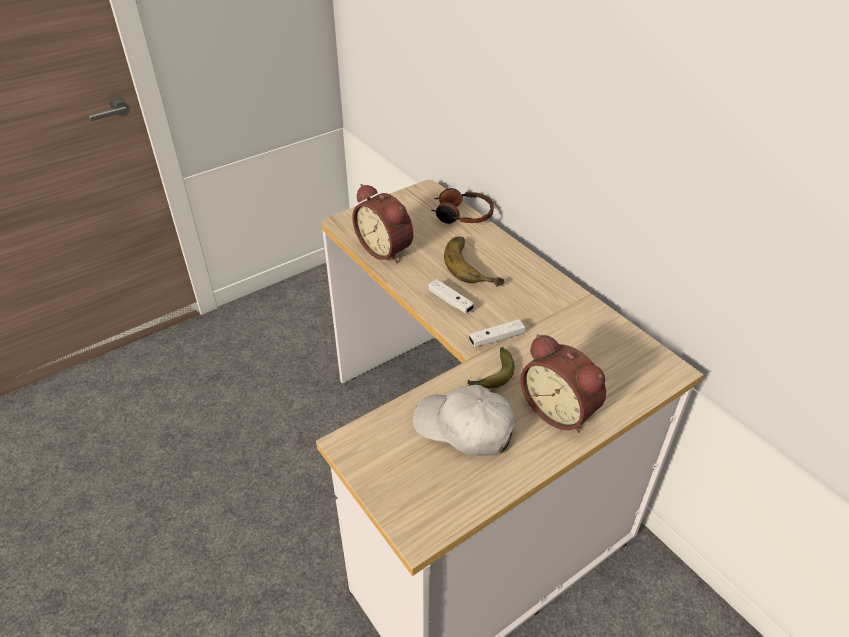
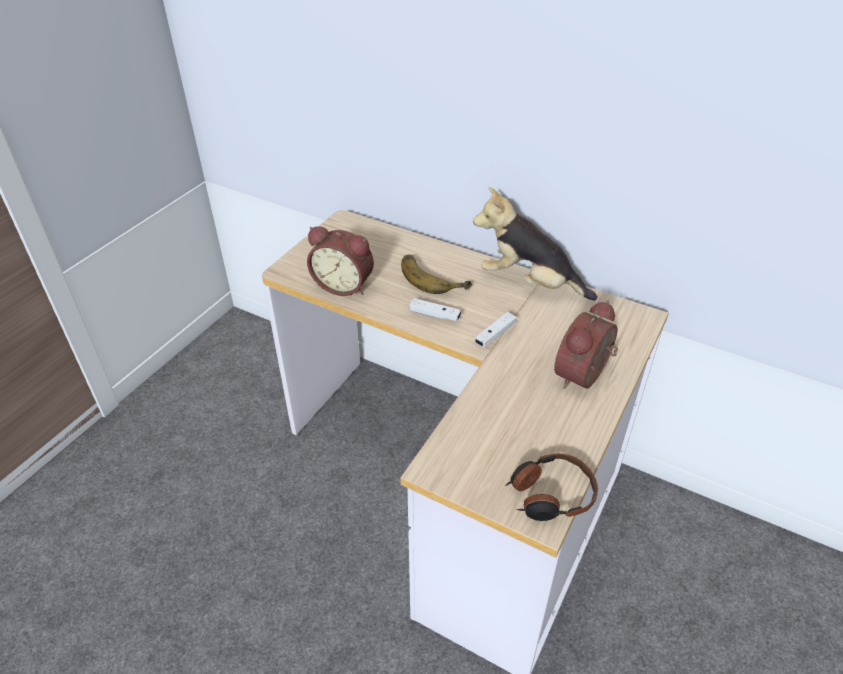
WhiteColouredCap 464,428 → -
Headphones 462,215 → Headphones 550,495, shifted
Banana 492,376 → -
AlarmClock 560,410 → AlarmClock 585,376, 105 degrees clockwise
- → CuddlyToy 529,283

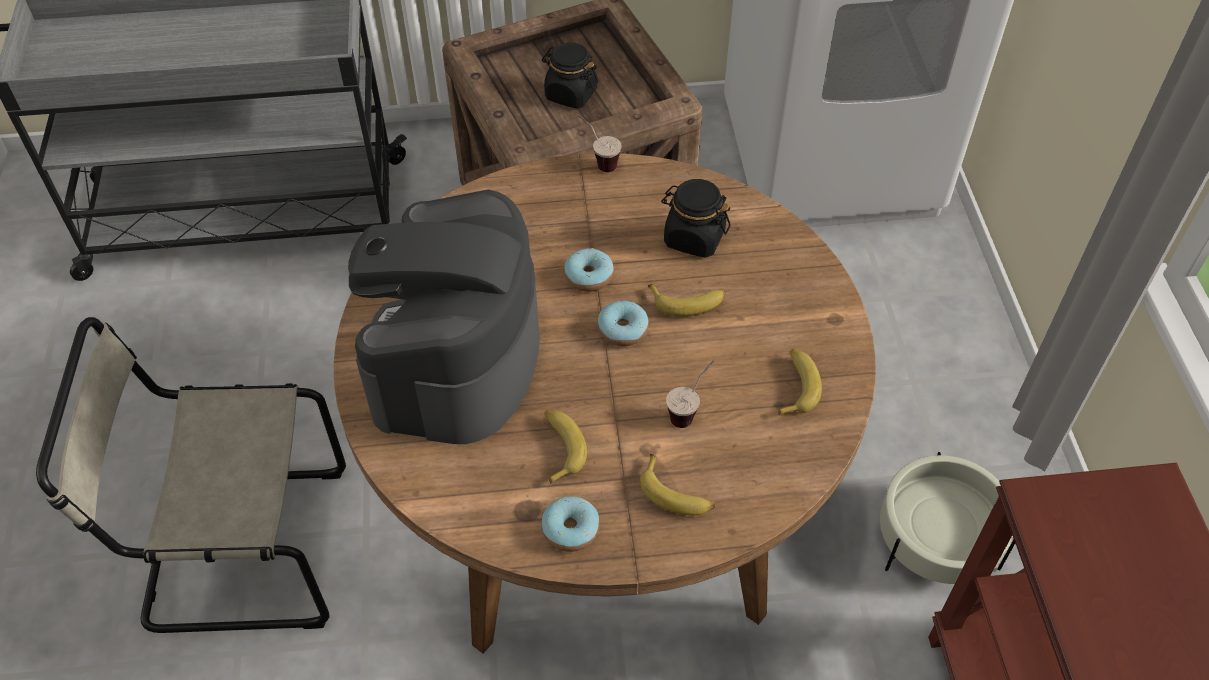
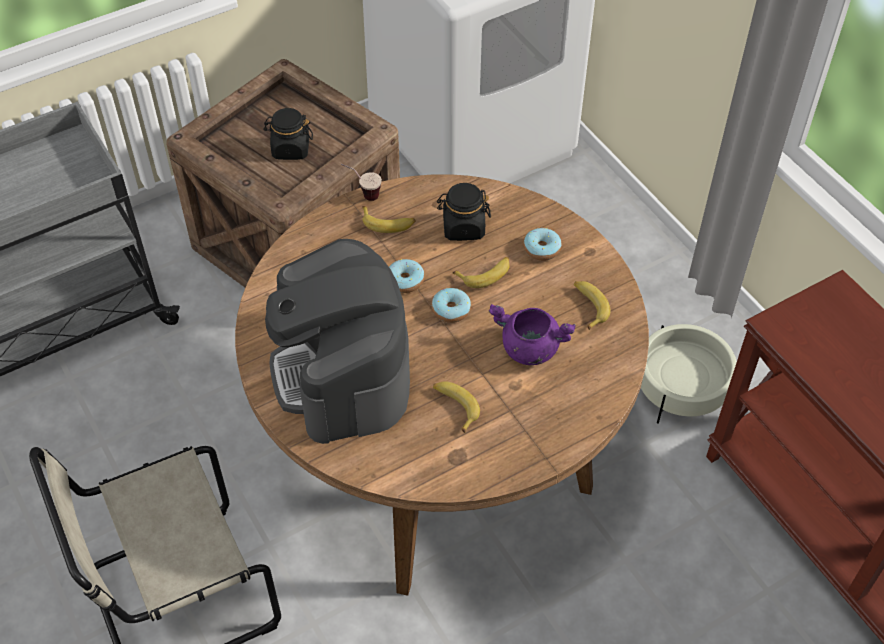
RingDoughnut 570,529 → RingDoughnut 541,249, shifted
Banana 676,493 → Banana 388,223, shifted
Cup 690,411 → PurpleStockpot 528,348

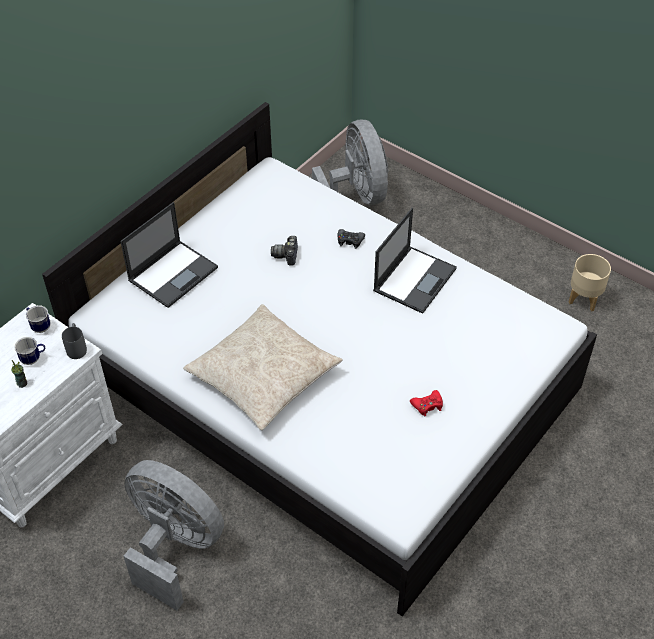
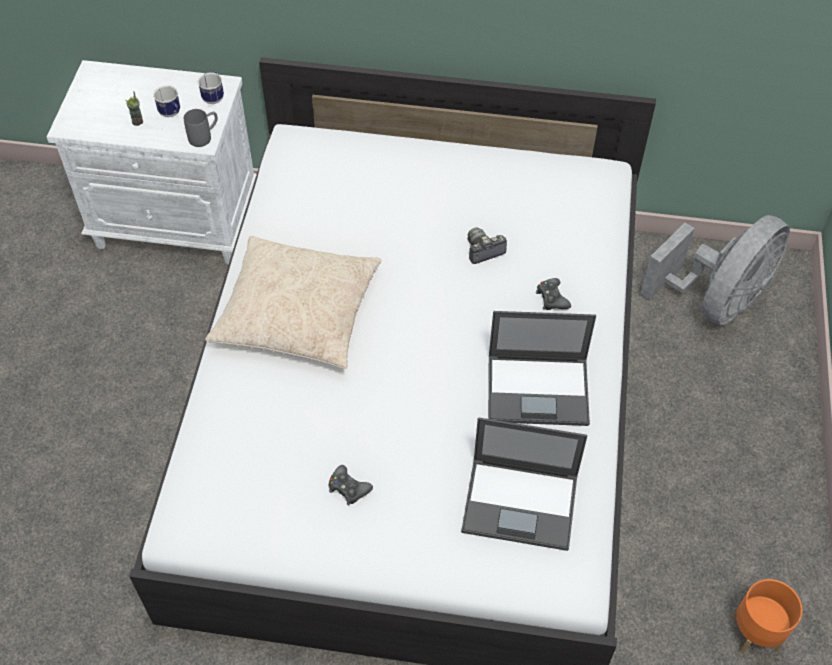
Laptop 173,273 → Laptop 521,503, shifted
GreyishFan 174,545 → -
RedGamepad 427,405 → BlackishGamepad 348,488
BeigePlantPot 584,299 → OrangeColouredPlantPot 755,634

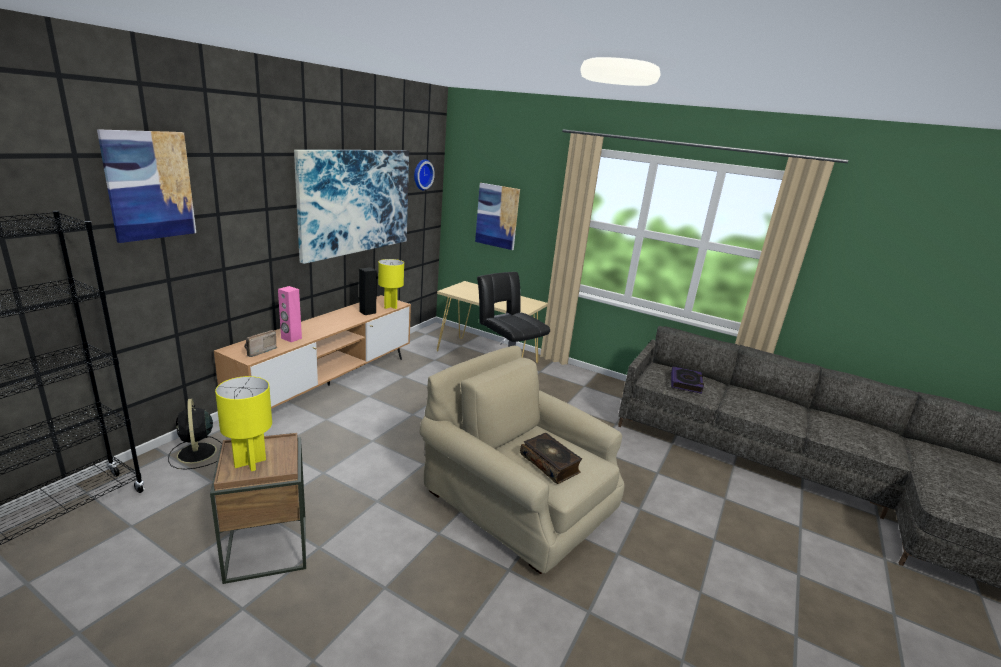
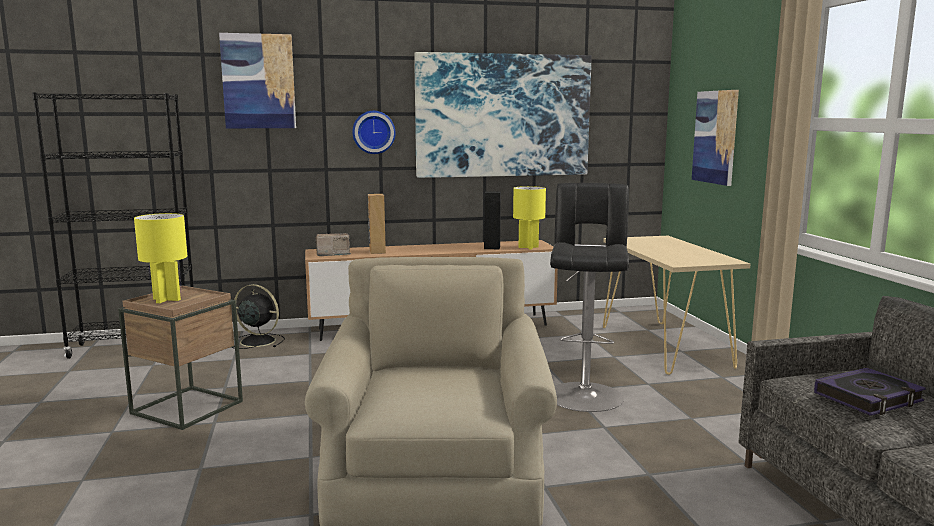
BlackishFan 197,454 → BlackishFan 256,341, 90 degrees clockwise
PinkishSpeaker 291,338 → BrownishSpeaker 377,252
WallClock 421,174 → WallClock 373,132, shifted
BoundBook 550,463 → -

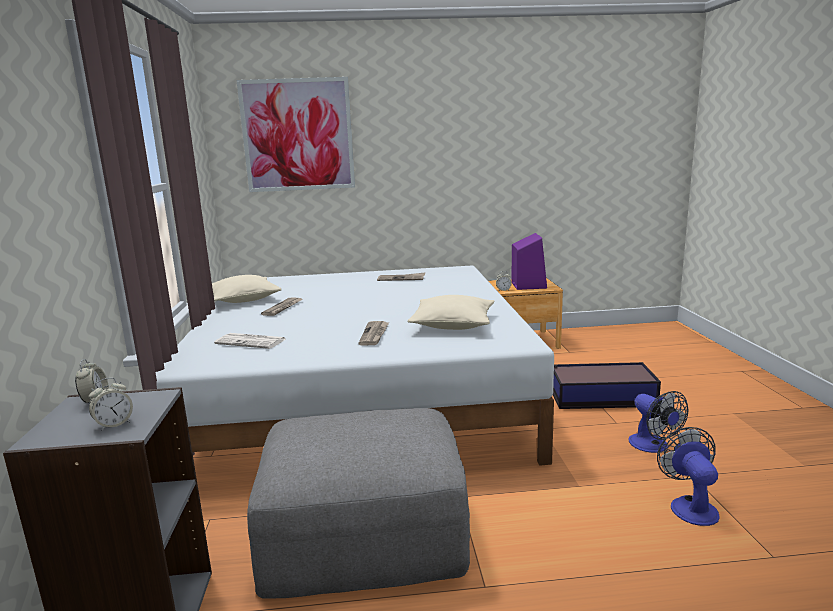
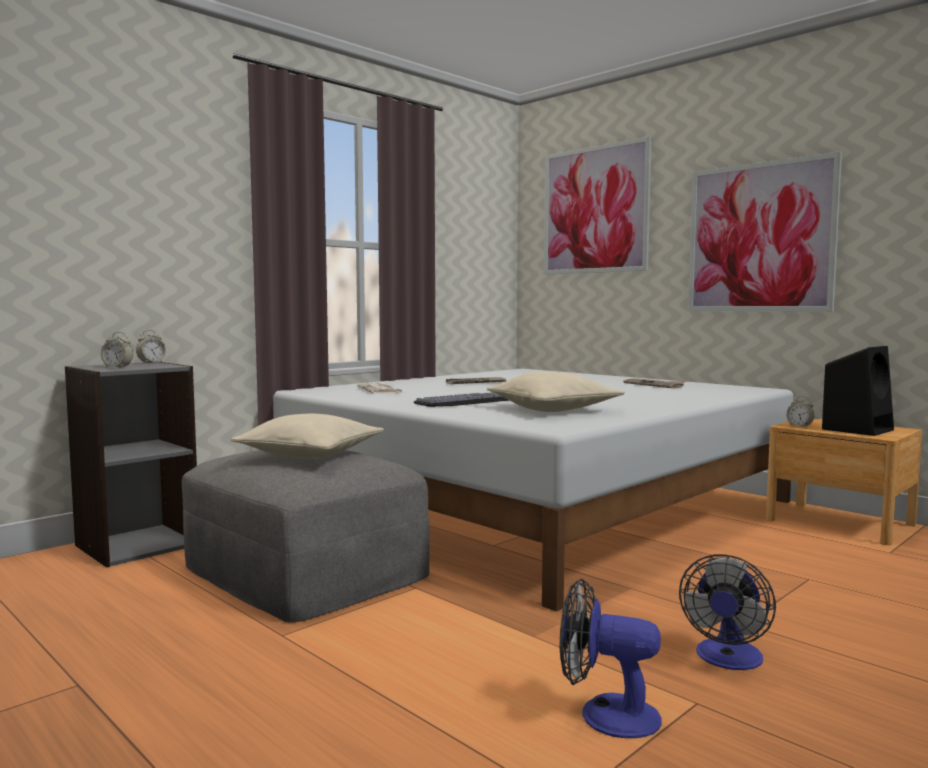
BeigeThrowPillow 243,299 → BeigeThrowPillow 310,454, shifted
PrintedPaper 374,334 → Keyboard 466,402
PurpleSpeaker 528,285 → BlackishSpeaker 857,429
StorageBin 600,396 → -
Fan 690,505 → Fan 605,714, 120 degrees counterclockwise
- → Picture 759,237

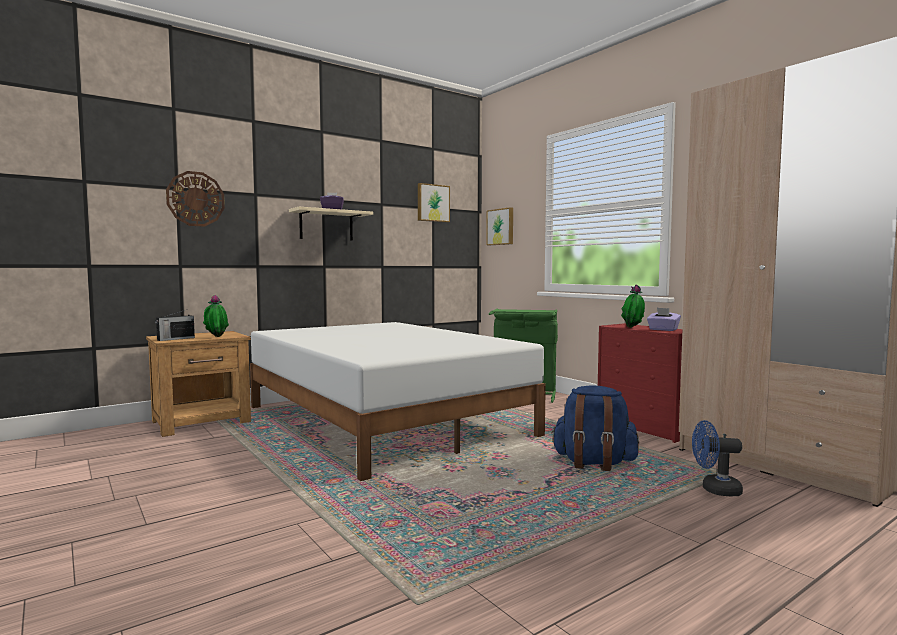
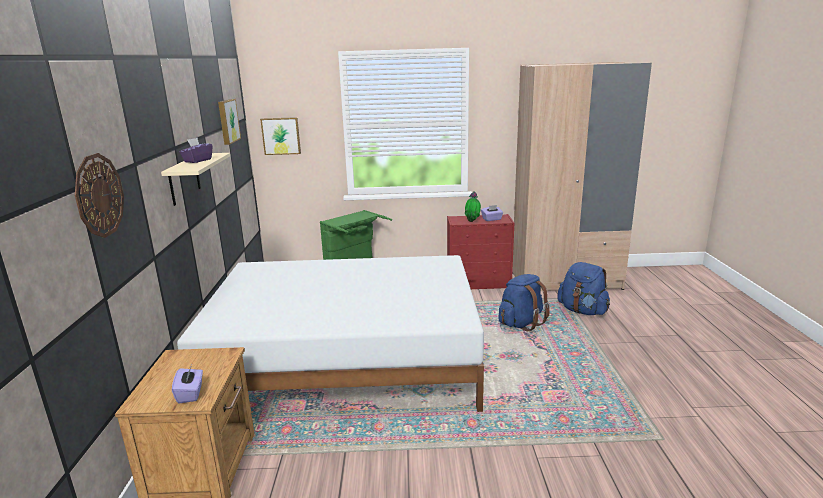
RadioReceiver 175,339 → PurpleTissueHolder 190,394
PottedPlant 216,337 → -
BluishFan 715,490 → BluishBackpack 582,311

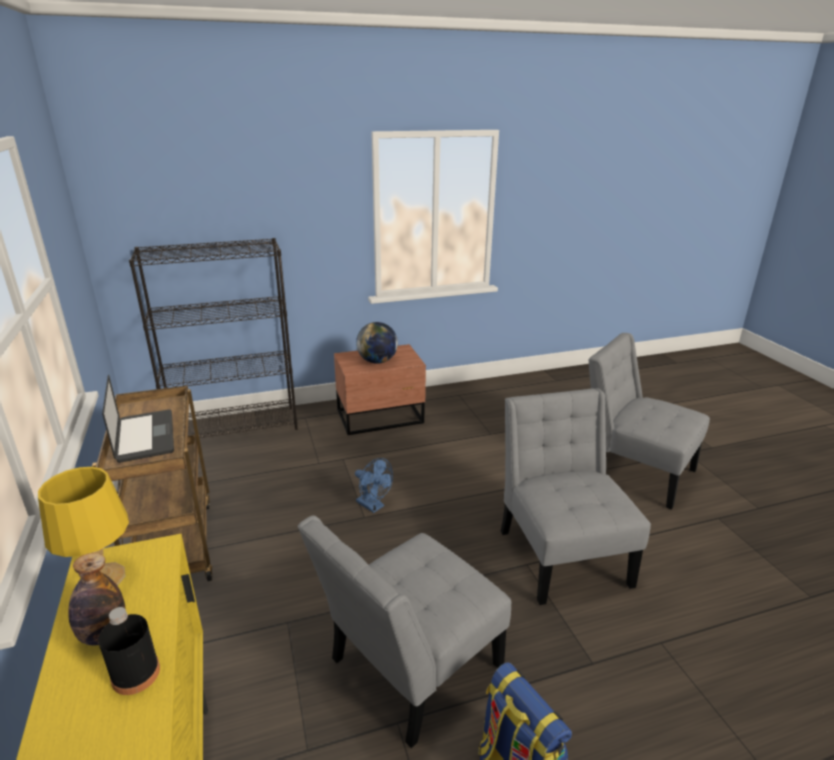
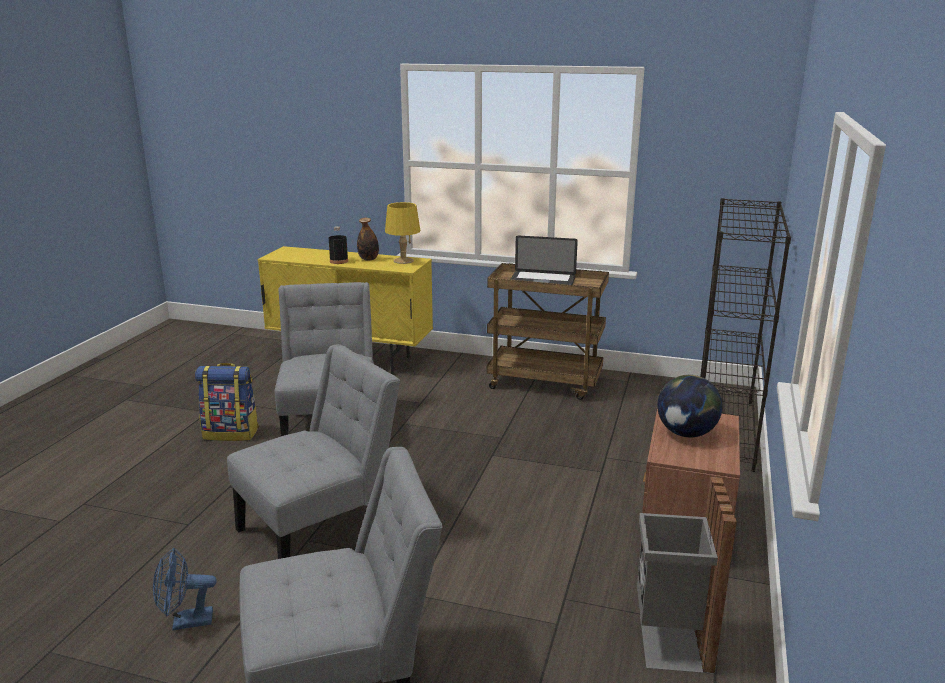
BluishFan 373,506 → BluishFan 185,622, shifted
GreyishPlainChair 561,552 → GreyishPlainChair 320,531, 60 degrees counterclockwise
- → GreyishWasteBin 671,643

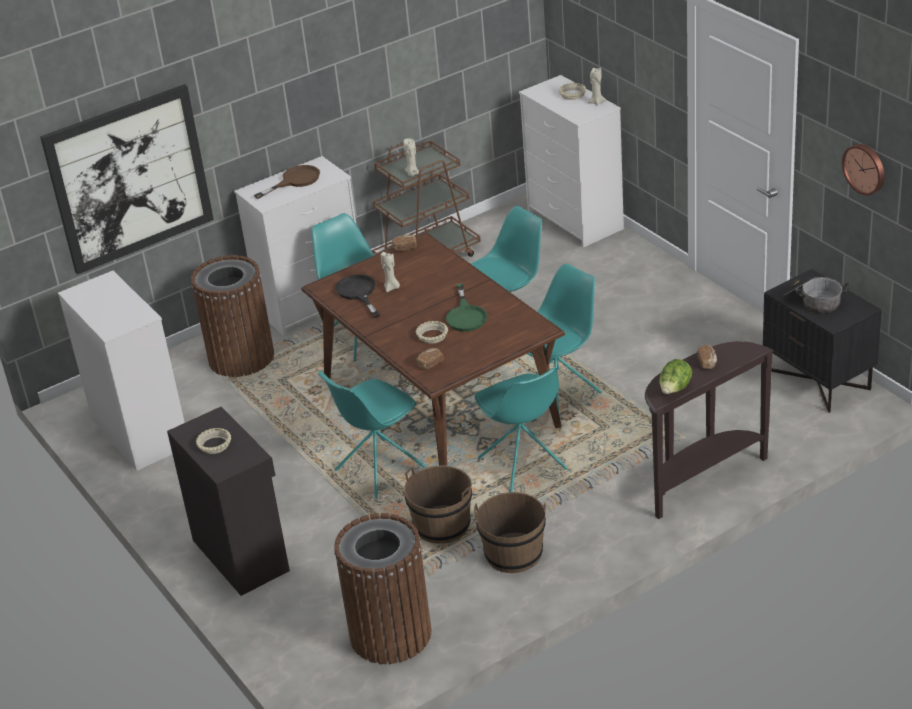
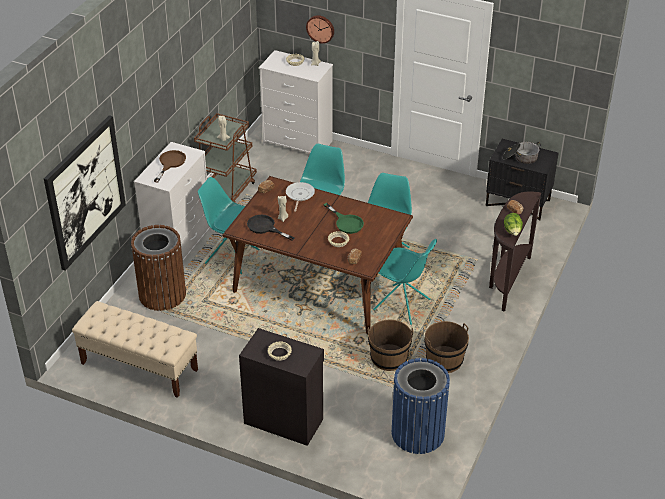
WhiteColouredDrawerChest 139,432 → BeigeLongSeat 139,366
BlueGreenPlainChair 378,470 → -
BrownishWasteBin 390,634 → BluishWasteBin 418,433
WallClock 865,168 → WallClock 320,28, shifted
- → Skillet 299,195

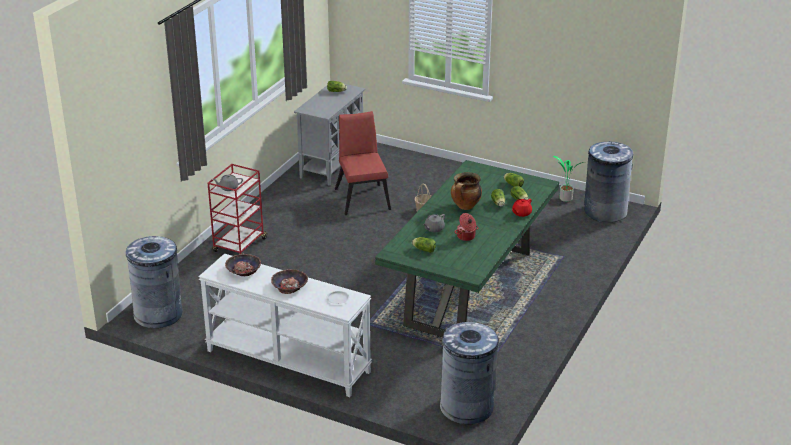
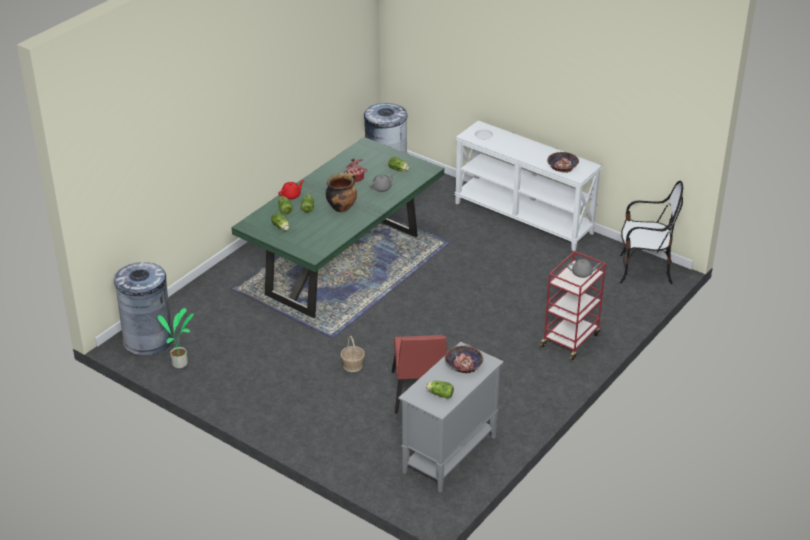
GreyishWasteBin 158,314 → PlainChair 644,271
Bowl 289,286 → Bowl 464,364, shifted

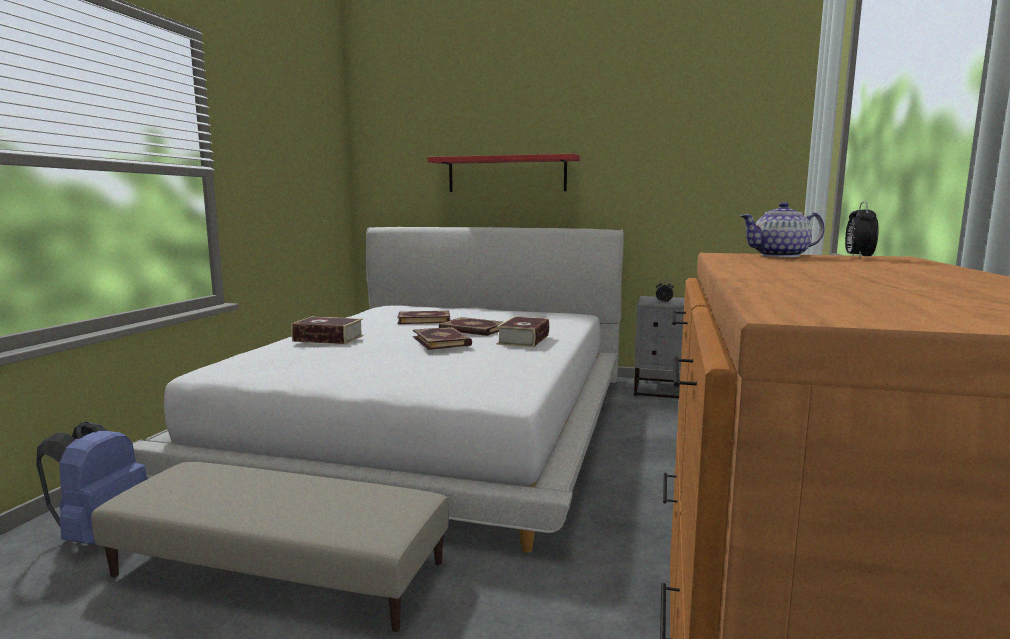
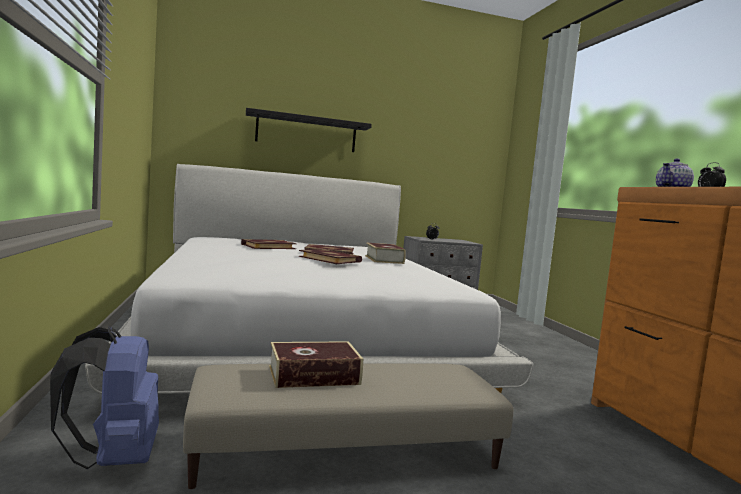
BoundBook 328,338 → BoundBook 314,375, shifted
RedWallShelf 506,174 → BlackishWallShelf 306,133

